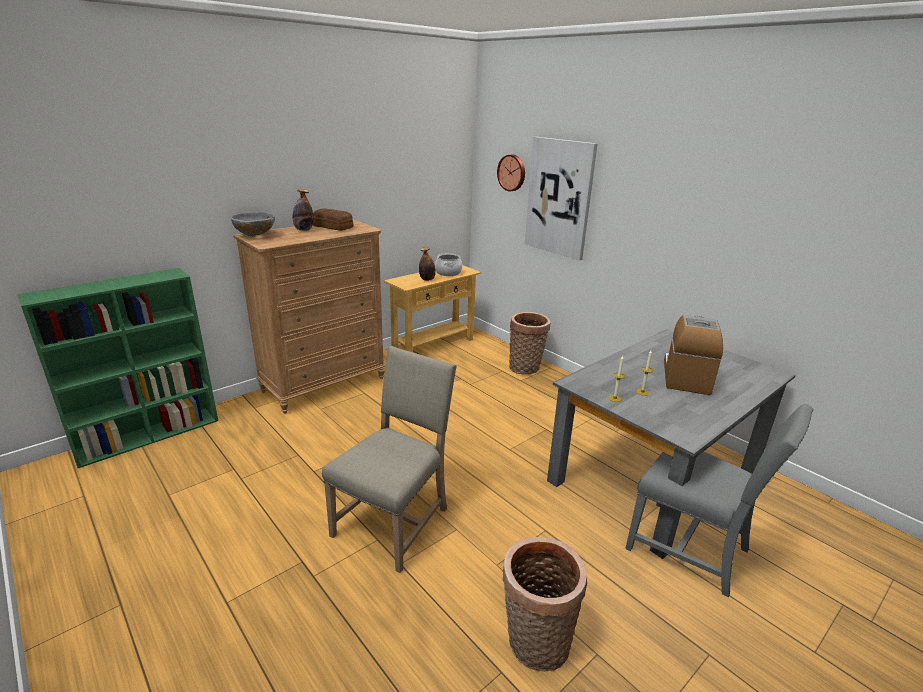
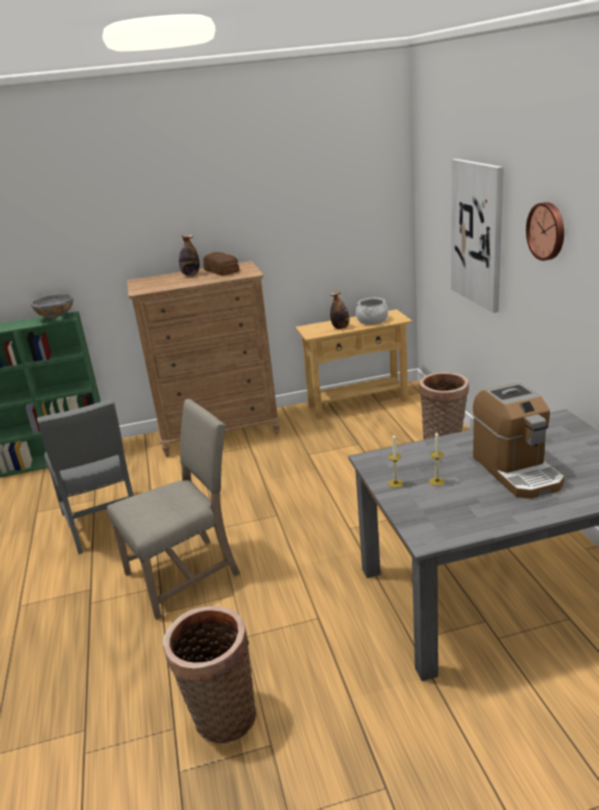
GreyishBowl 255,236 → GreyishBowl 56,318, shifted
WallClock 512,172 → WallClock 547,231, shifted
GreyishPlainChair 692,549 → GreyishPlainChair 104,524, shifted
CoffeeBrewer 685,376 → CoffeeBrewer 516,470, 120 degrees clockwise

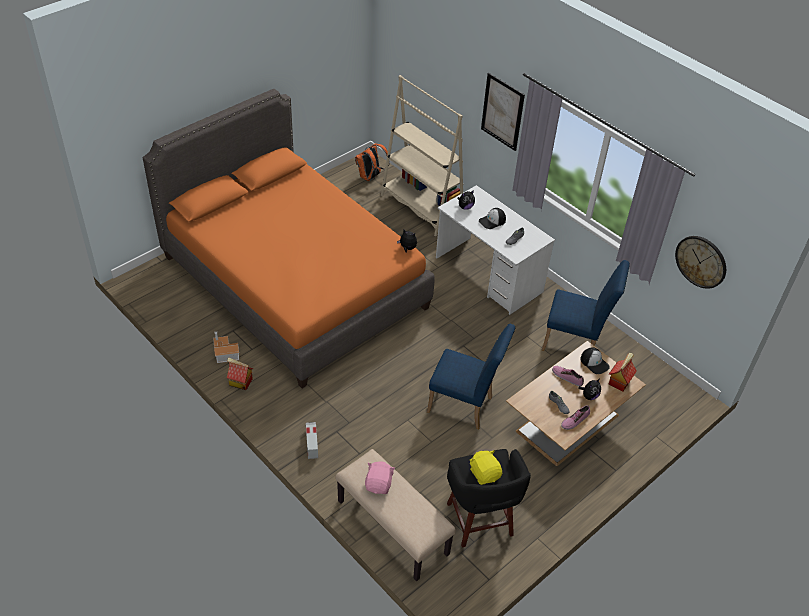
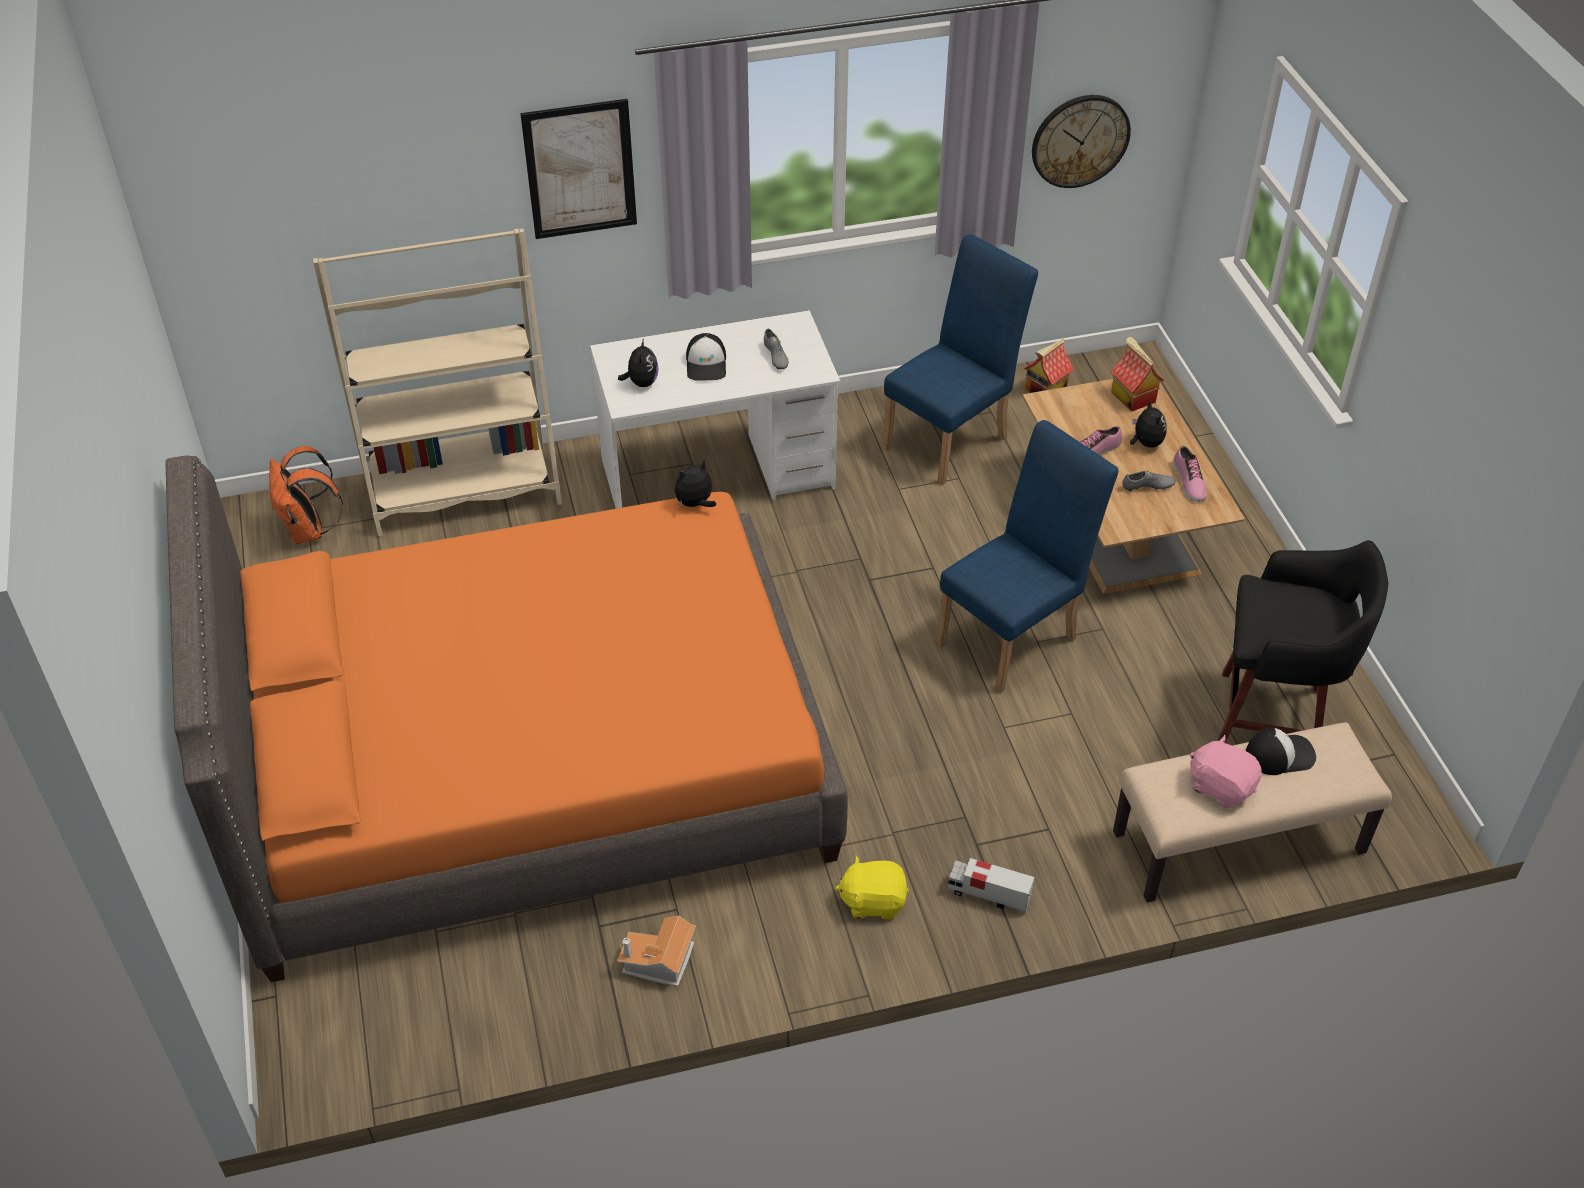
ModelHouse 240,382 → ModelHouse 1046,389, shifted
YellowColouredCuddlyToy 484,474 → YellowColouredCuddlyToy 873,901, shifted
Cap 594,363 → Cap 1279,754, shifted

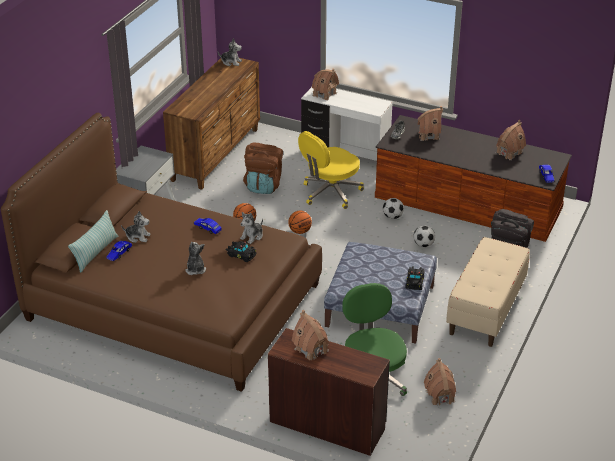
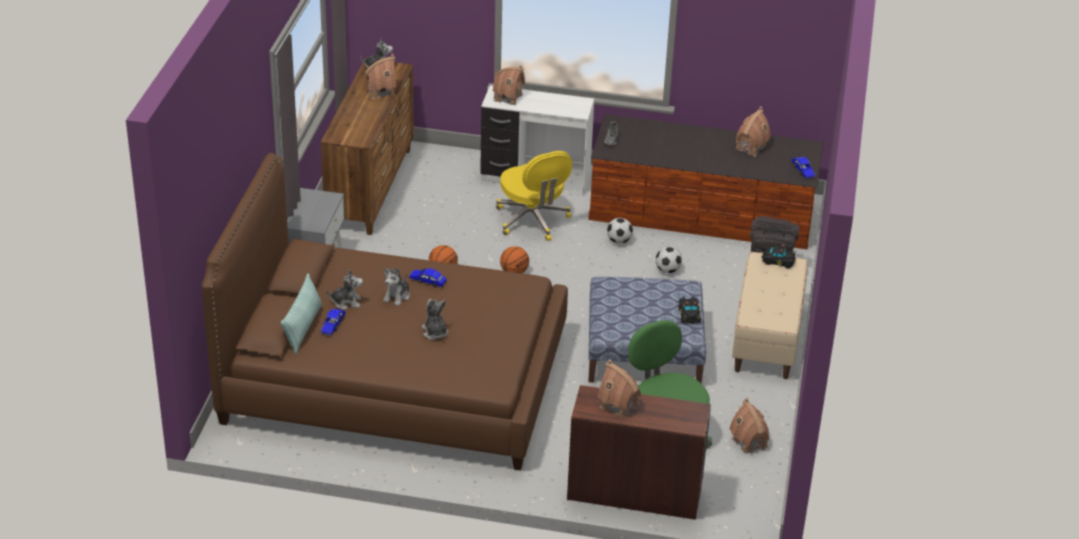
BlackishToyCar 241,254 → BlackishToyCar 777,260, shifted
CuddlyToy 252,236 → CuddlyToy 397,296, shifted
BrownishBackpack 263,185 → -
YellowColouredComputerChair 330,193 → YellowColouredComputerChair 532,220, 60 degrees counterclockwise
ModelHouse 429,135 → ModelHouse 381,91, shifted

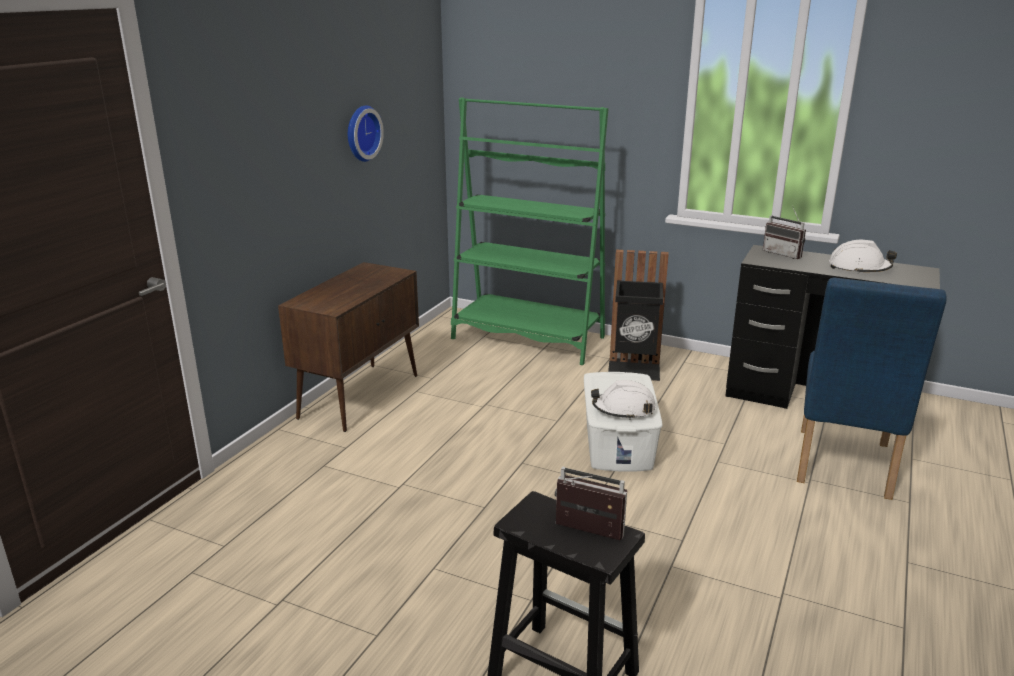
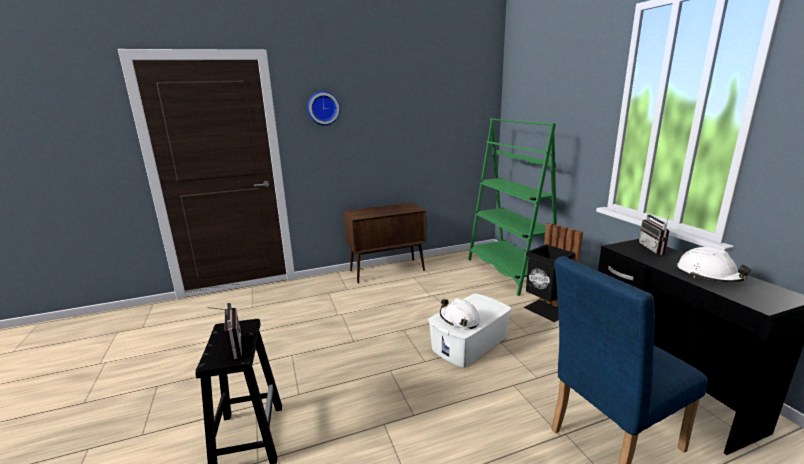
WallClock 361,133 → WallClock 323,108, shifted

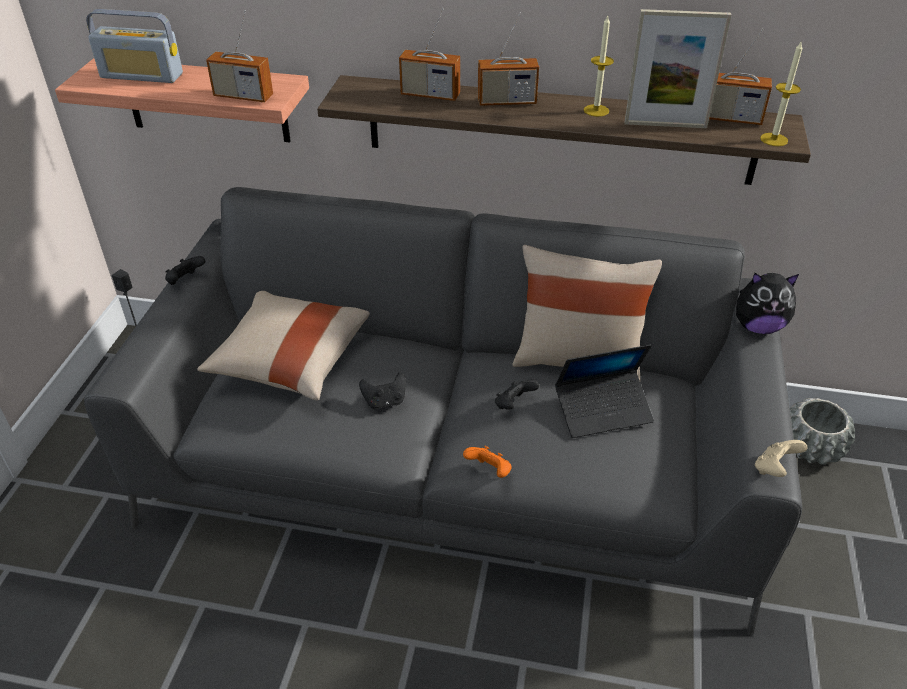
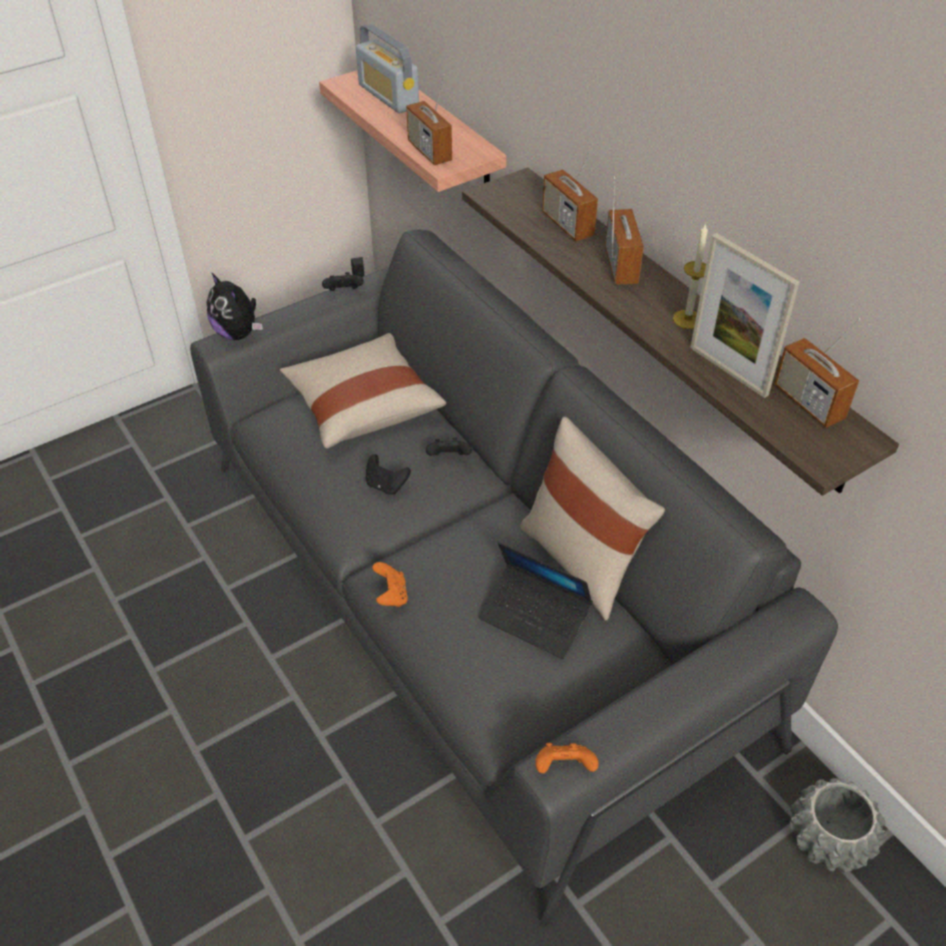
RadioReceiver 506,102 → RadioReceiver 621,266, 135 degrees counterclockwise
BlackishGamepad 513,405 → BlackishGamepad 449,458, shifted
CuddlyToy 757,326 → CuddlyToy 238,333, shifted
BeigeGamepad 774,469 → OrangeColouredGamepad 564,767
WaxLight 774,139 → -

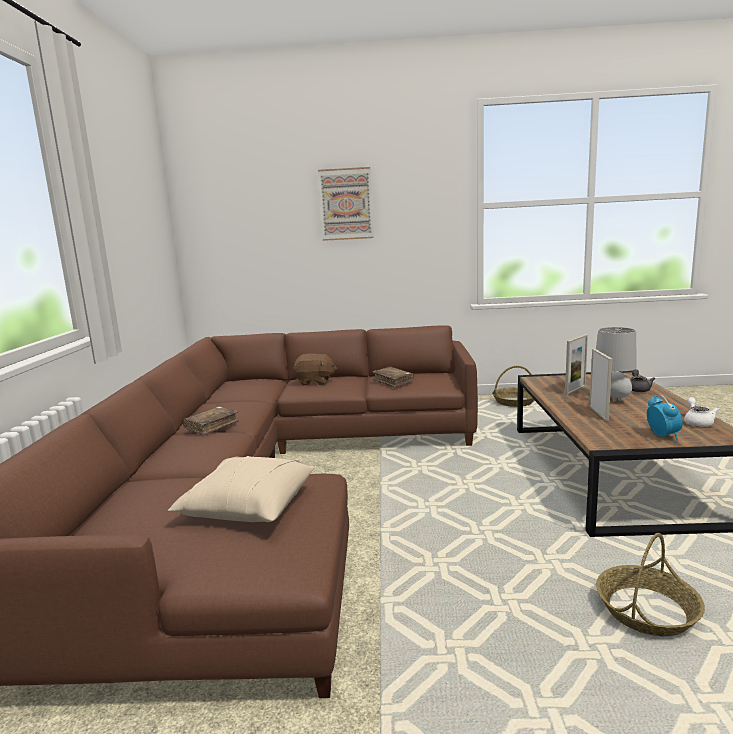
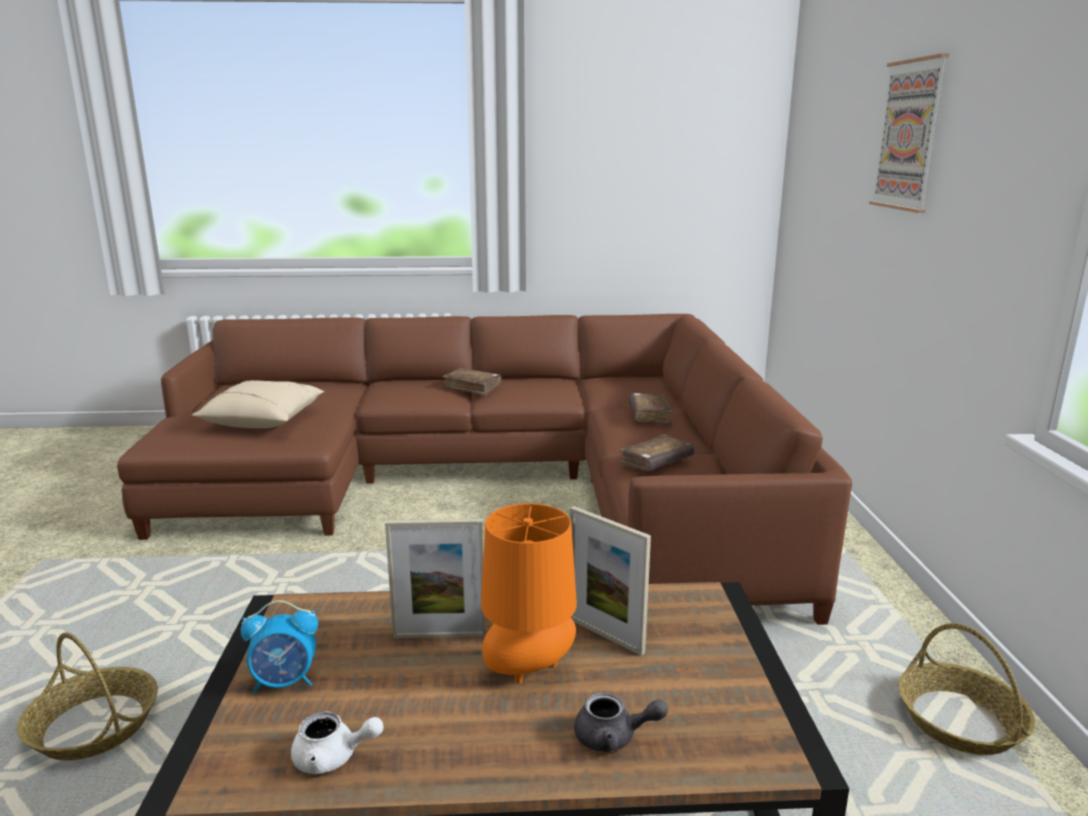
BrownishCuddlyToy 315,382 → BrownishBoundBook 649,416
GreyishTableLamp 612,399 → OrangeColouredTableLamp 529,674

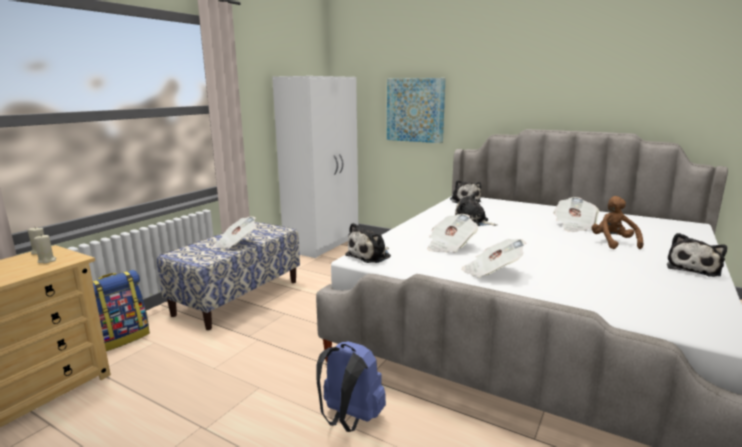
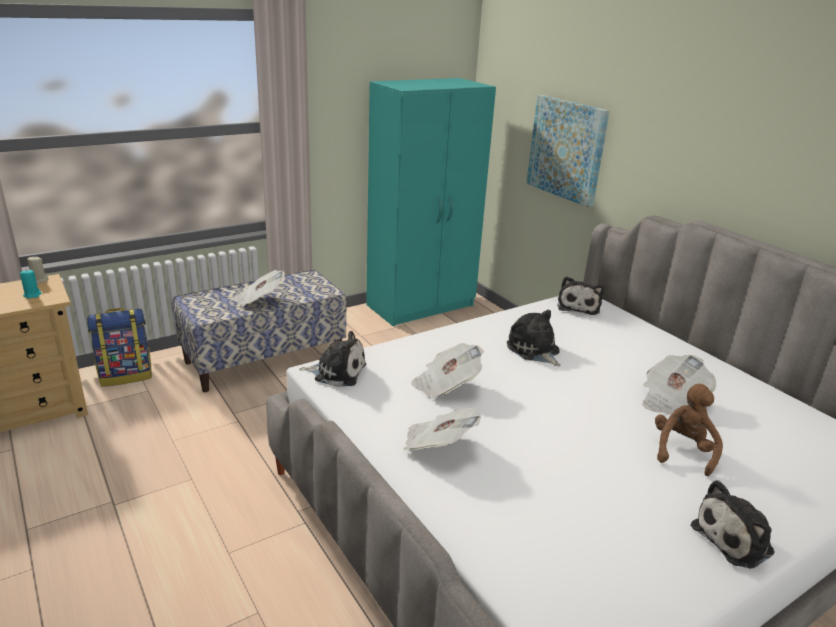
BeigeWaxLight 47,260 → BlueGreenWaxLight 32,295
WhiteColouredClothesCupboard 323,243 → BlueGreenClothesCupboard 422,306
BluishBackpack 349,419 → -
CuddlyToy 370,256 → CuddlyToy 337,372, 150 degrees counterclockwise

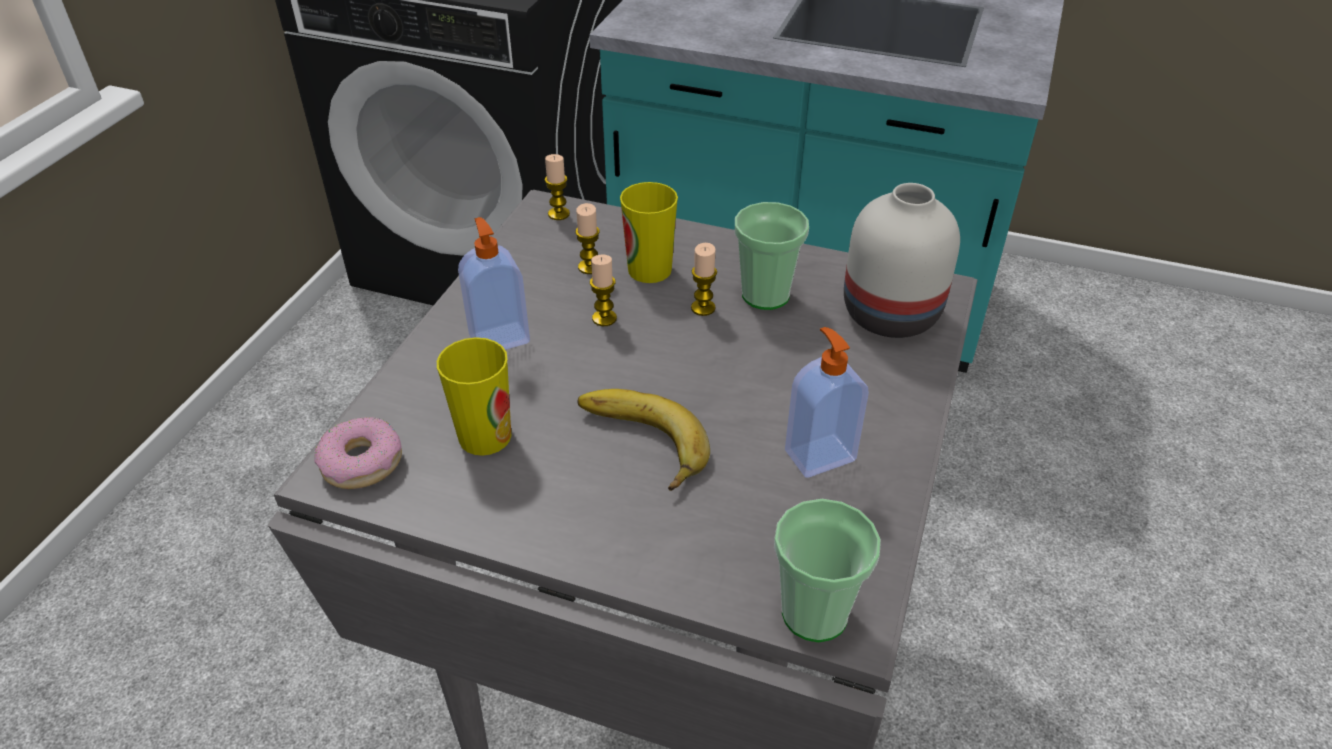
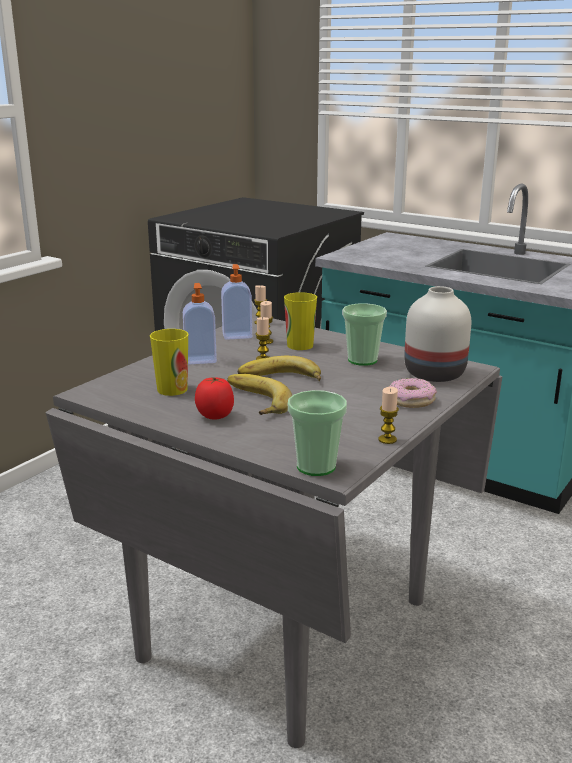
RingDoughnut 361,462 → RingDoughnut 411,400, shifted
WaxLight 703,308 → WaxLight 387,439, shifted
SoapDispenser 818,454 → SoapDispenser 237,335, shifted
- → Tomato 215,416
- → Banana 280,379

